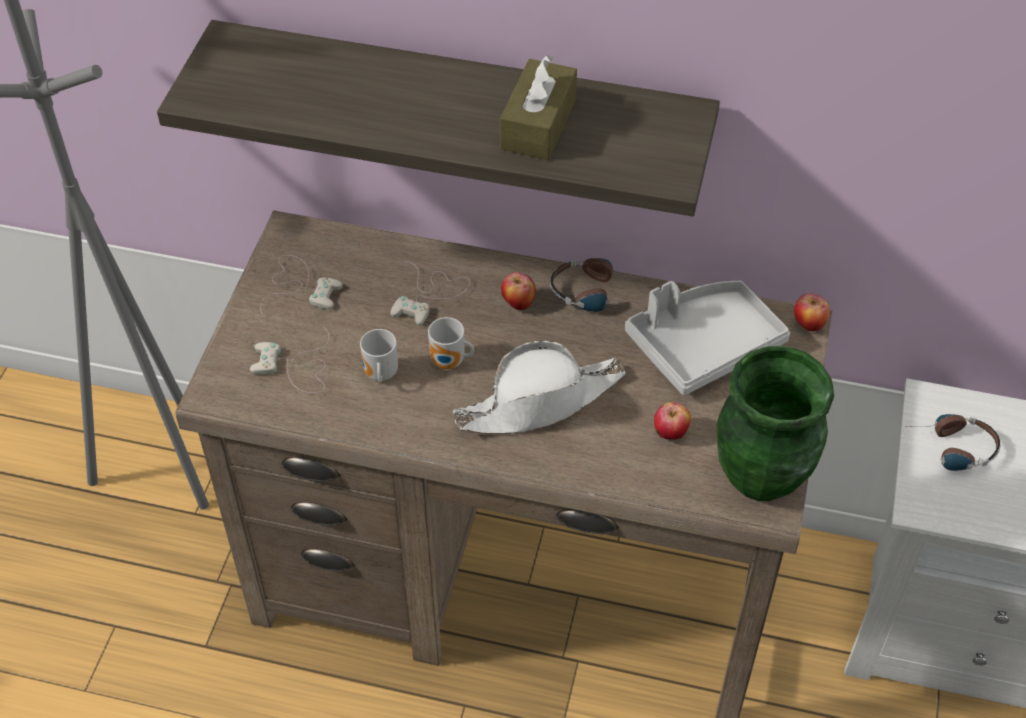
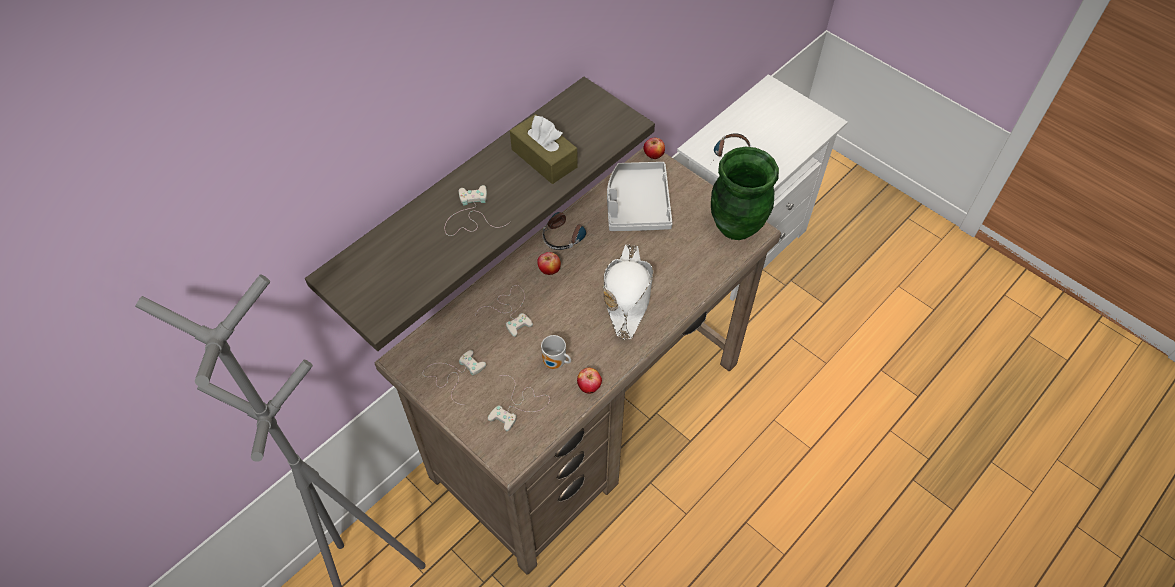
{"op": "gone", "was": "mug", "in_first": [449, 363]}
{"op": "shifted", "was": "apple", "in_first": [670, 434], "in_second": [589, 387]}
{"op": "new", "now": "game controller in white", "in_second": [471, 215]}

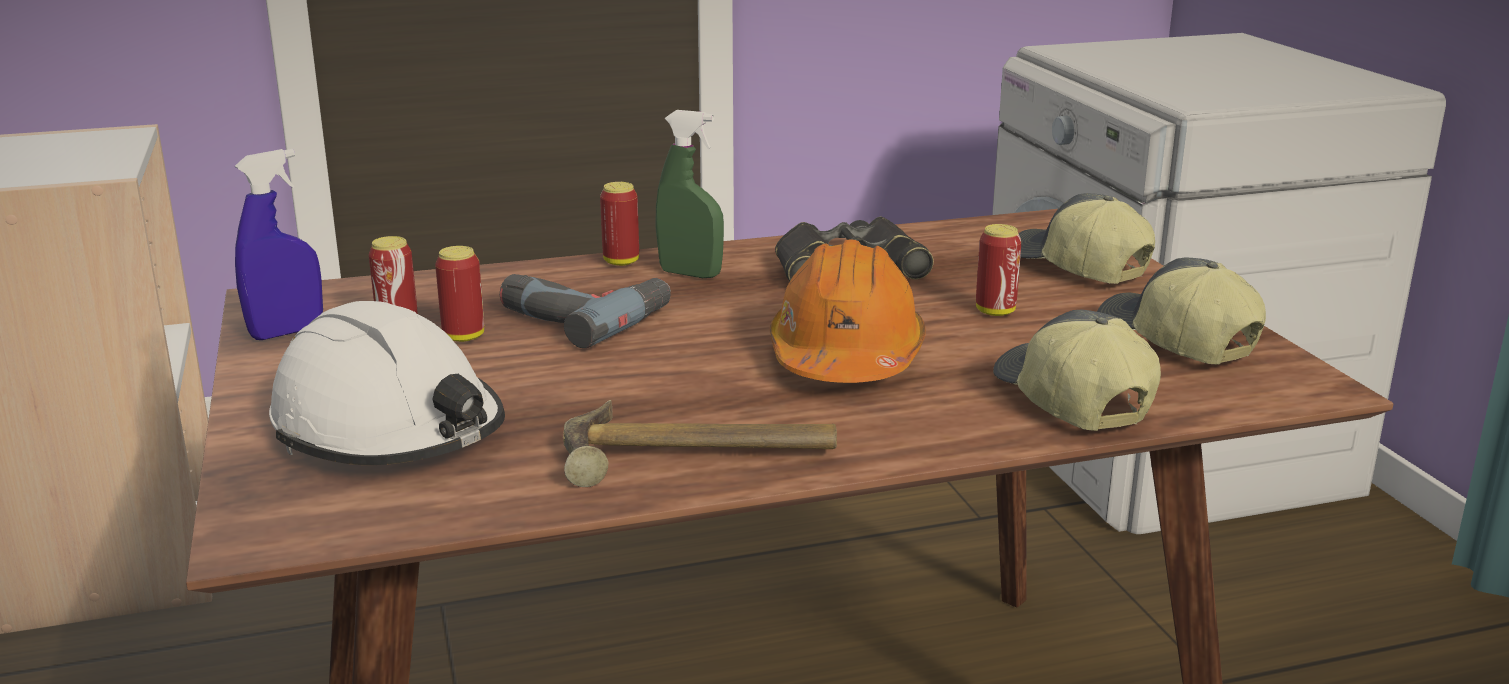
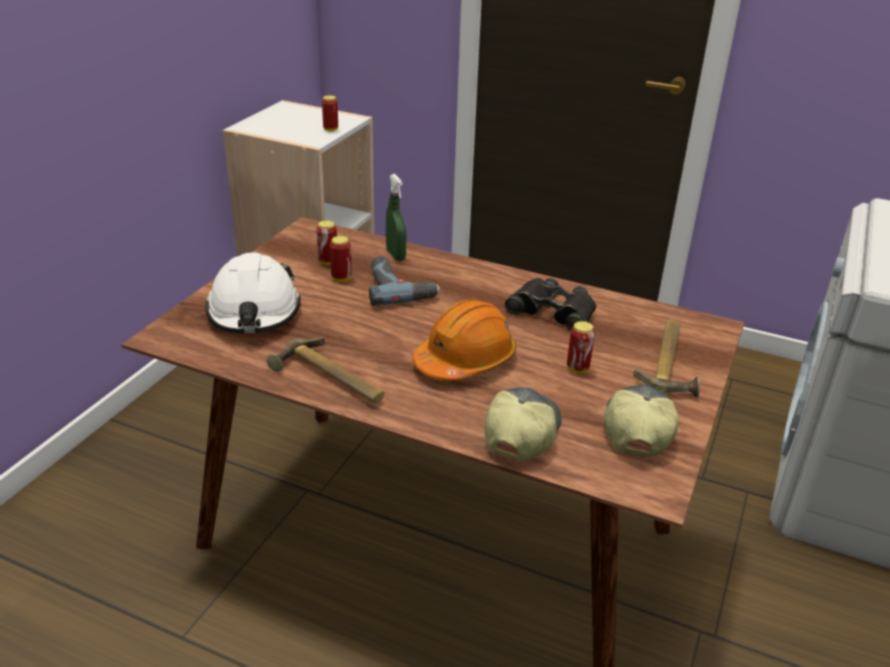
{"op": "gone", "was": "spray bottle in blue", "in_first": [287, 332]}
{"op": "shifted", "was": "can", "in_first": [621, 262], "in_second": [330, 129]}
{"op": "shifted", "was": "spray bottle in green", "in_first": [690, 274], "in_second": [395, 255]}
{"op": "swapped", "was": "cap", "now": "hammer", "in_first": [1077, 267], "in_second": [671, 362]}

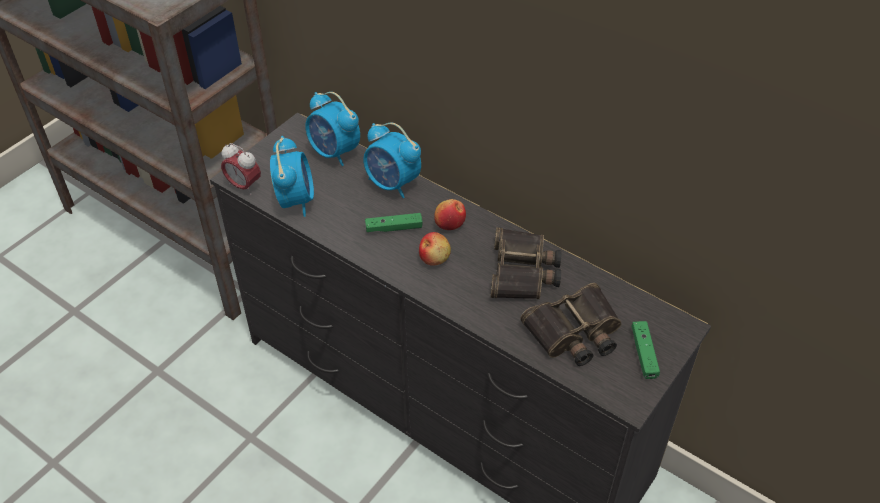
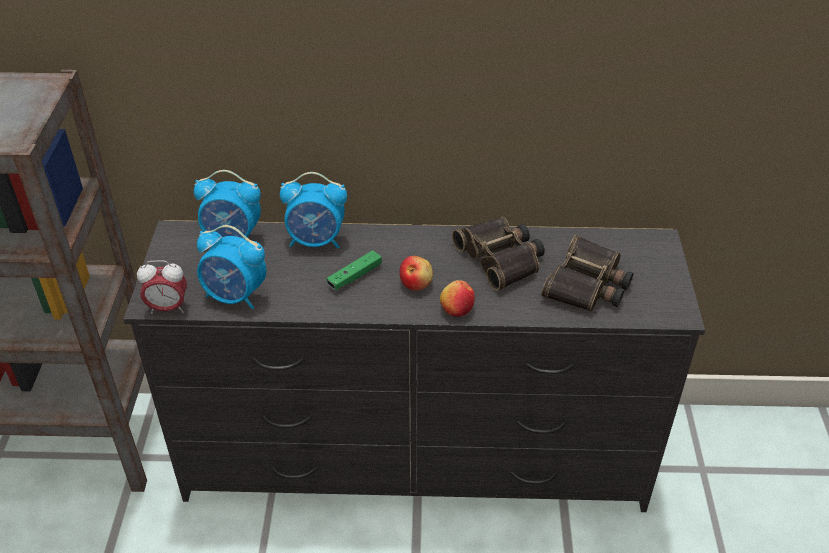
{"op": "rotated", "was": "alarm clock", "in_first": [295, 200], "in_second": [235, 296], "clockwise": 150}
{"op": "shifted", "was": "apple", "in_first": [449, 223], "in_second": [456, 309]}
{"op": "gone", "was": "game controller in green", "in_first": [644, 354]}

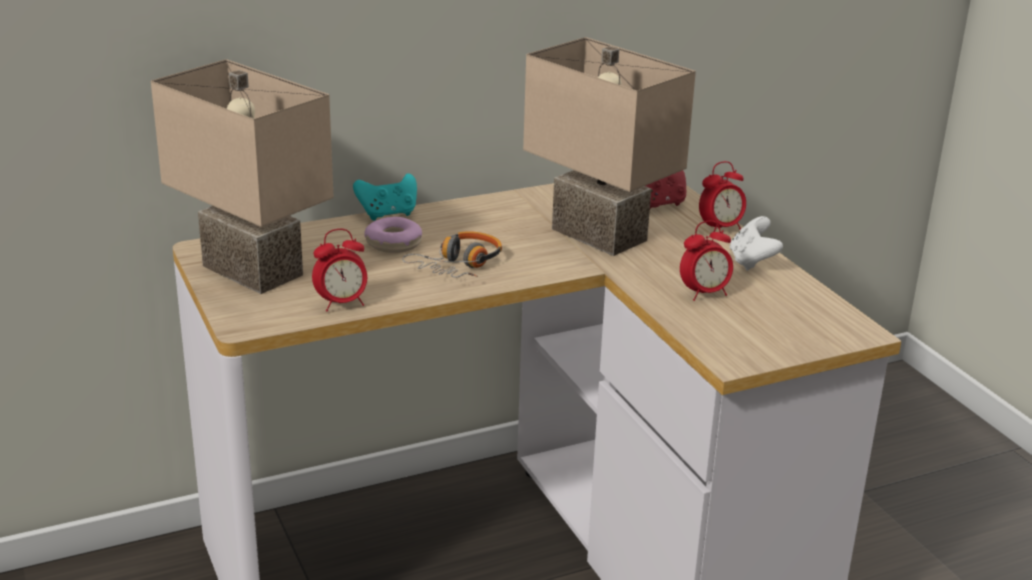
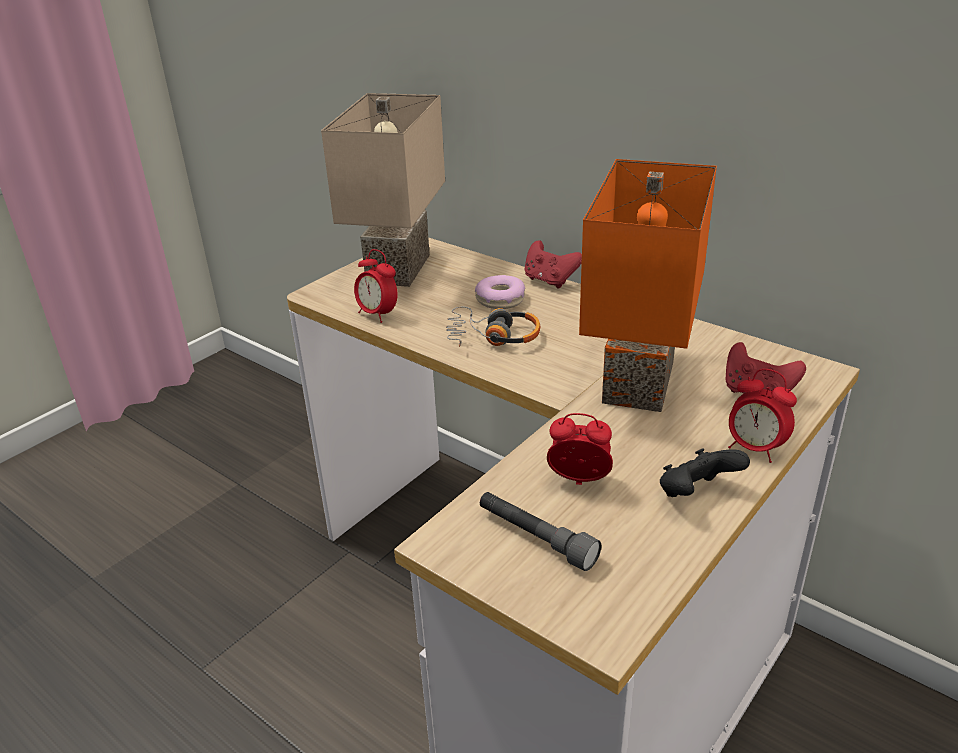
{"op": "repainted", "was": "game controller in turquoise", "now": "game controller in red", "in_first": [388, 214], "in_second": [550, 281]}
{"op": "repainted", "was": "table lamp in beige", "now": "table lamp in orange", "in_first": [603, 234], "in_second": [643, 384]}
{"op": "rotated", "was": "alarm clock", "in_first": [704, 293], "in_second": [579, 482], "clockwise": 150}
{"op": "repainted", "was": "game controller in white", "now": "game controller in black", "in_first": [752, 262], "in_second": [696, 494]}
{"op": "new", "now": "flashlight in grey", "in_second": [535, 538]}

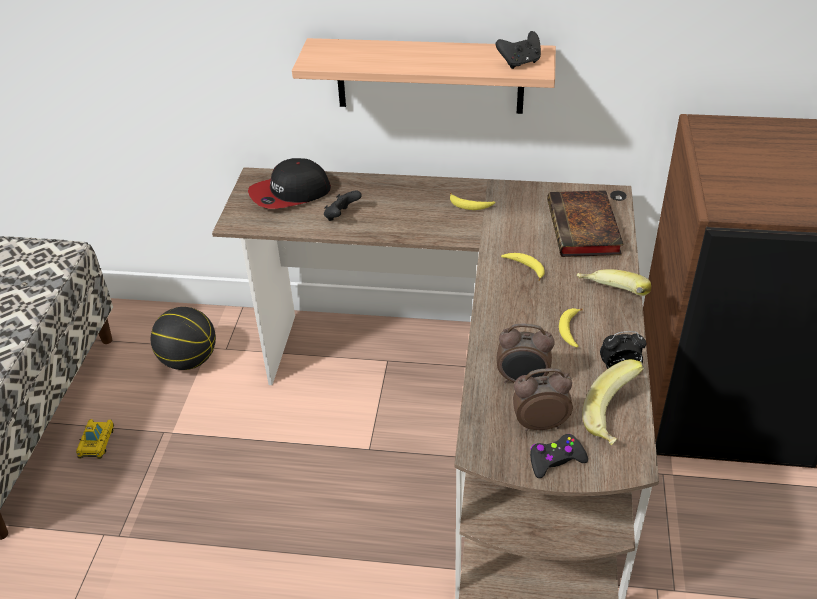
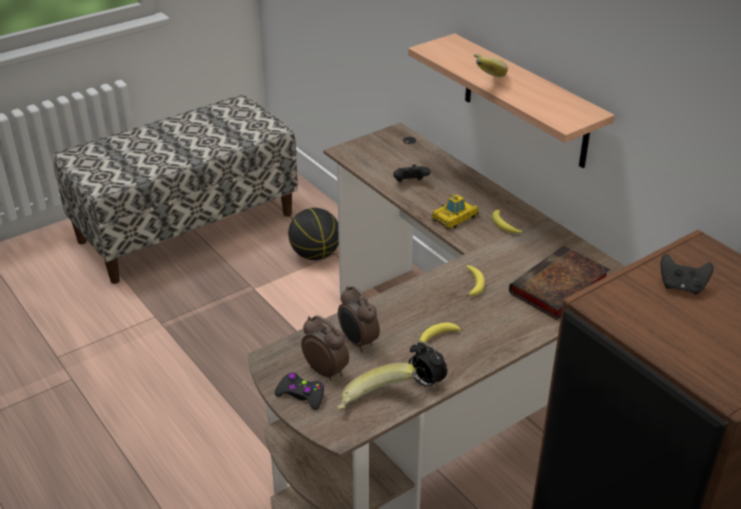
{"op": "shifted", "was": "toy car", "in_first": [97, 442], "in_second": [455, 218]}
{"op": "gone", "was": "cap", "in_first": [290, 193]}
{"op": "shifted", "was": "game controller in black", "in_first": [520, 63], "in_second": [681, 287]}
{"op": "shifted", "was": "banana", "in_first": [610, 297], "in_second": [482, 77]}

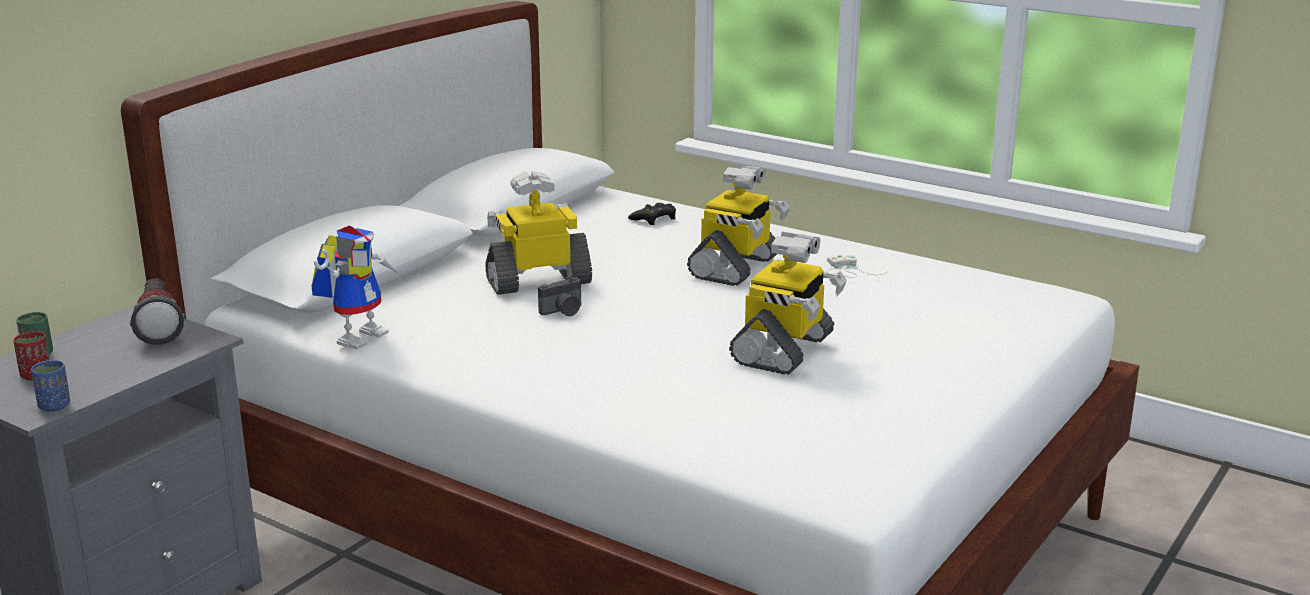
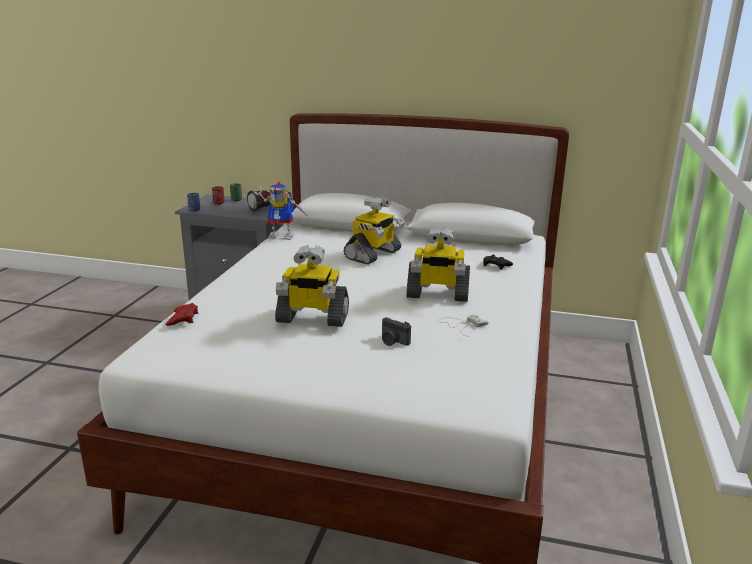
{"op": "rotated", "was": "toy robot", "in_first": [538, 281], "in_second": [373, 255], "clockwise": 75}
{"op": "shifted", "was": "photo camera", "in_first": [563, 311], "in_second": [393, 341]}
{"op": "new", "now": "game controller in red", "in_second": [183, 318]}

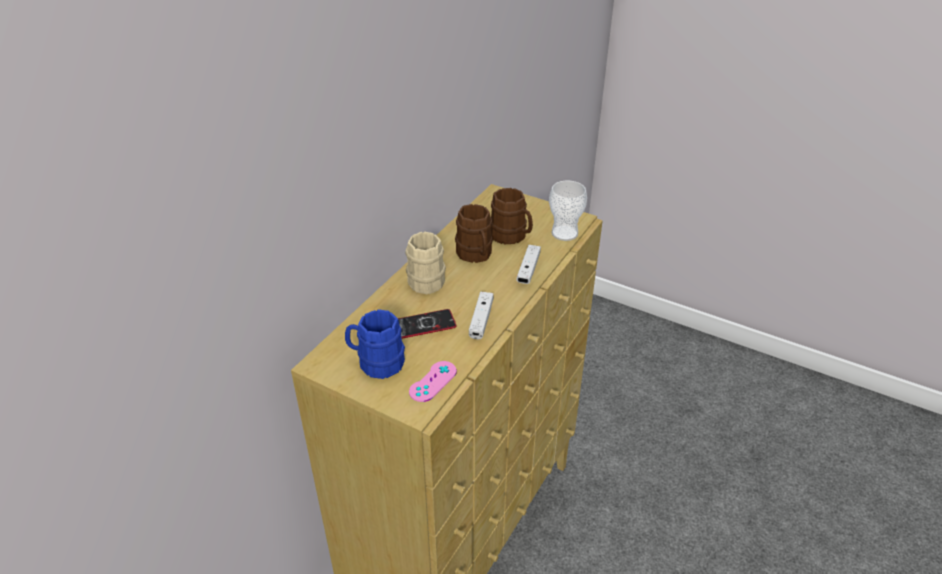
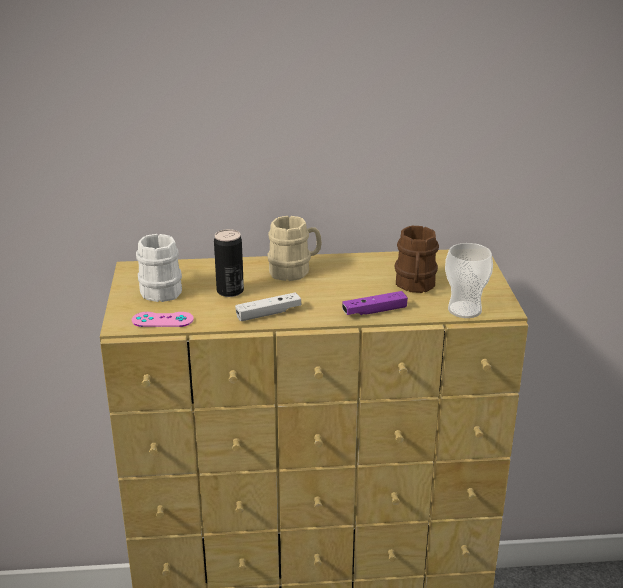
{"op": "repainted", "was": "mug in blue", "now": "mug in white", "in_first": [376, 363], "in_second": [159, 289]}
{"op": "swapped", "was": "phone", "now": "can", "in_first": [424, 325], "in_second": [230, 291]}
{"op": "gone", "was": "mug in brown", "in_first": [475, 255]}
{"op": "repainted", "was": "game controller in white", "now": "game controller in purple", "in_first": [528, 270], "in_second": [374, 311]}

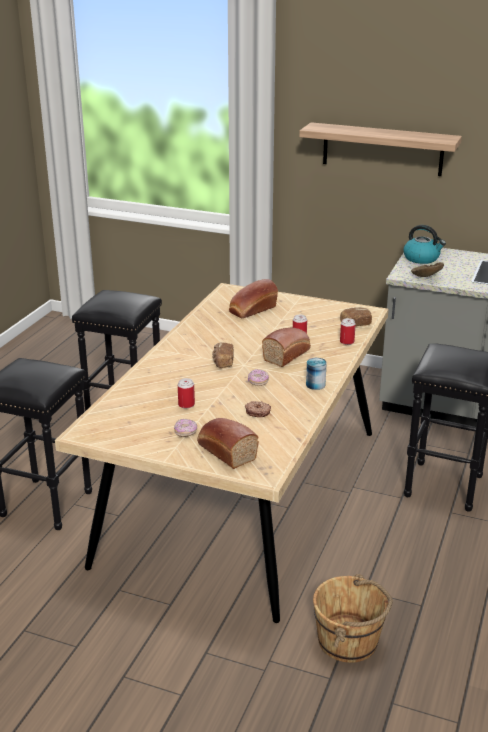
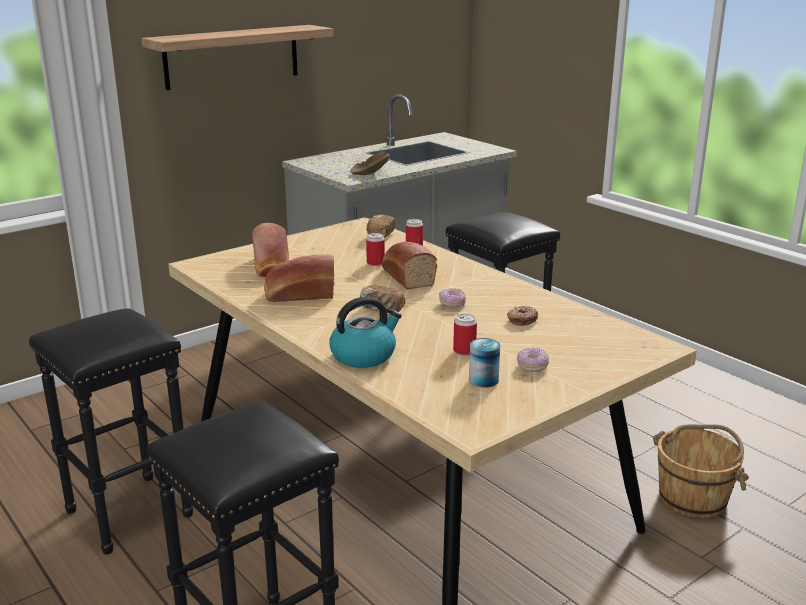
{"op": "shifted", "was": "bread", "in_first": [225, 451], "in_second": [299, 295]}
{"op": "shifted", "was": "can", "in_first": [315, 385], "in_second": [483, 380]}
{"op": "shifted", "was": "kettle", "in_first": [422, 258], "in_second": [364, 355]}

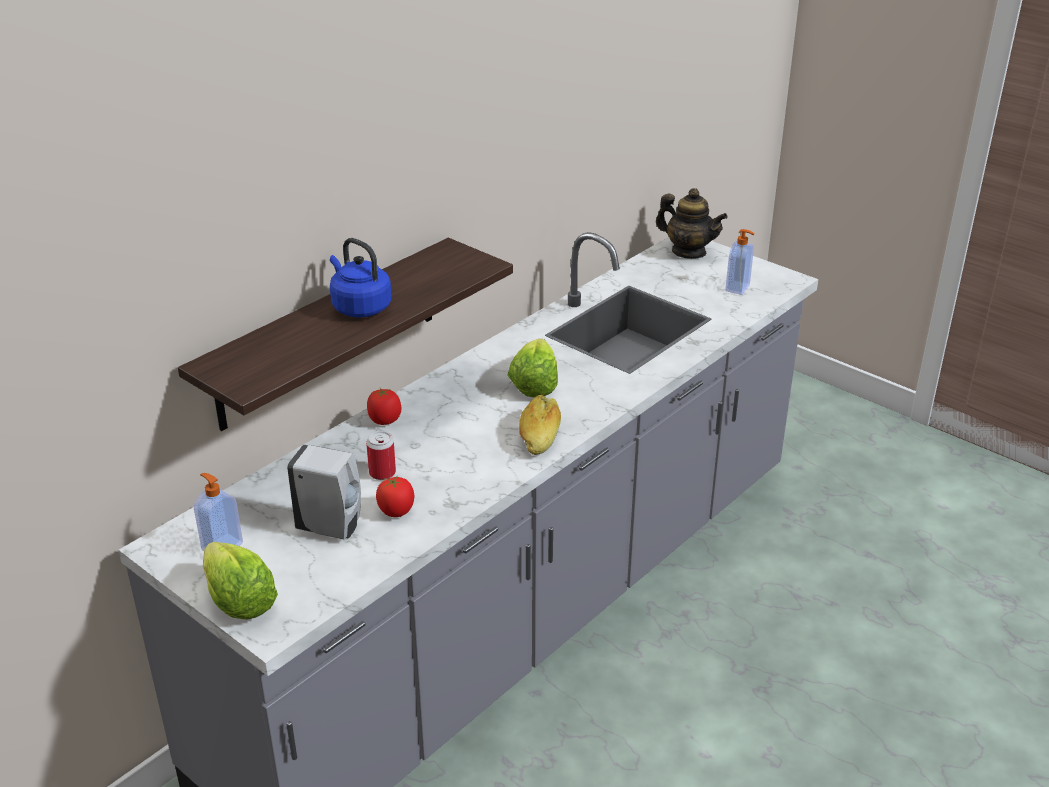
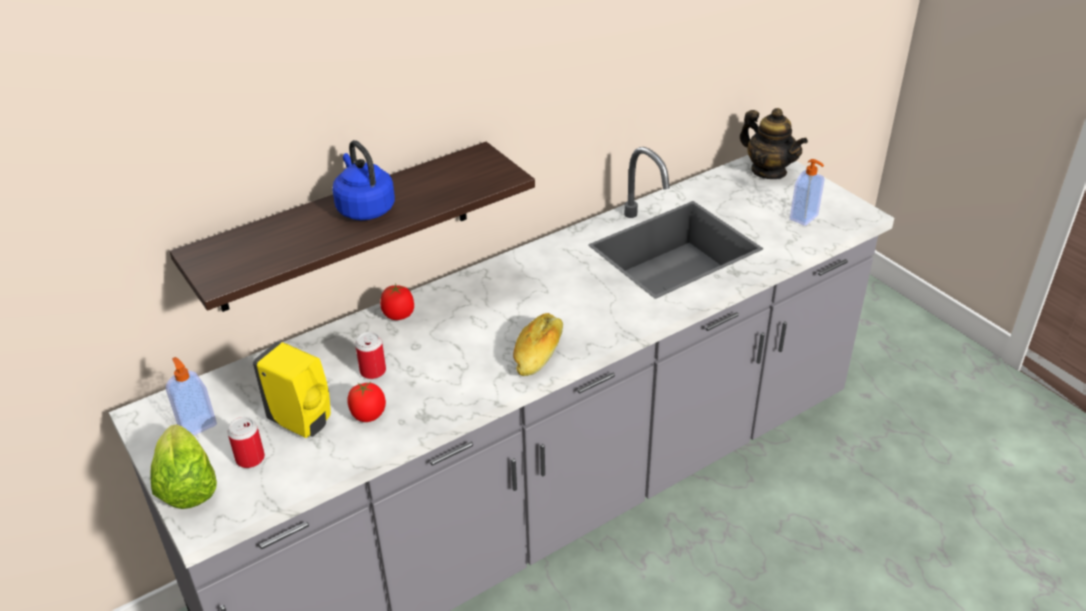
{"op": "repainted", "was": "soap dispenser in white", "now": "soap dispenser in yellow", "in_first": [332, 527], "in_second": [302, 422]}
{"op": "gone", "was": "lettuce", "in_first": [534, 384]}
{"op": "new", "now": "can", "in_second": [250, 458]}

